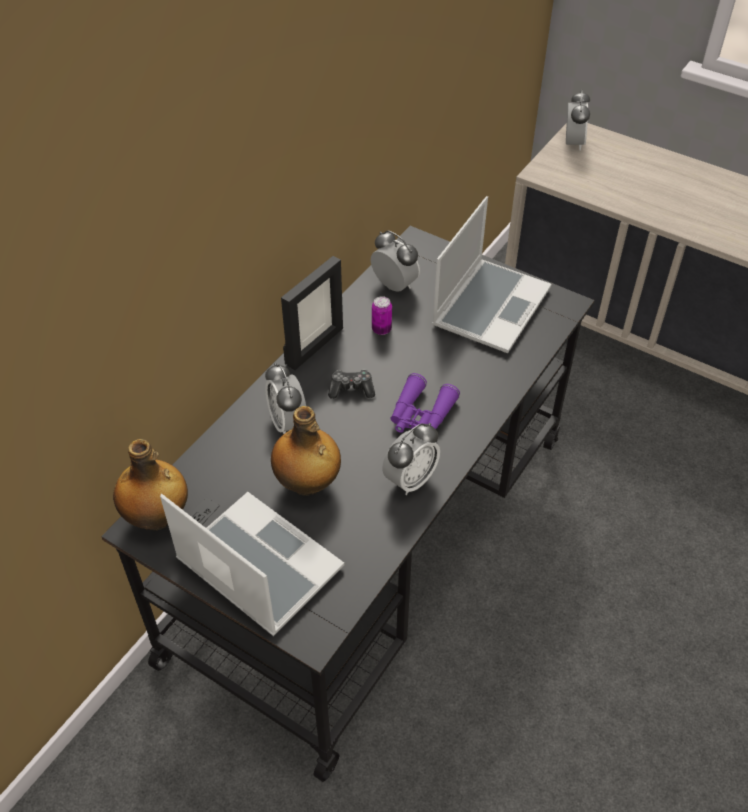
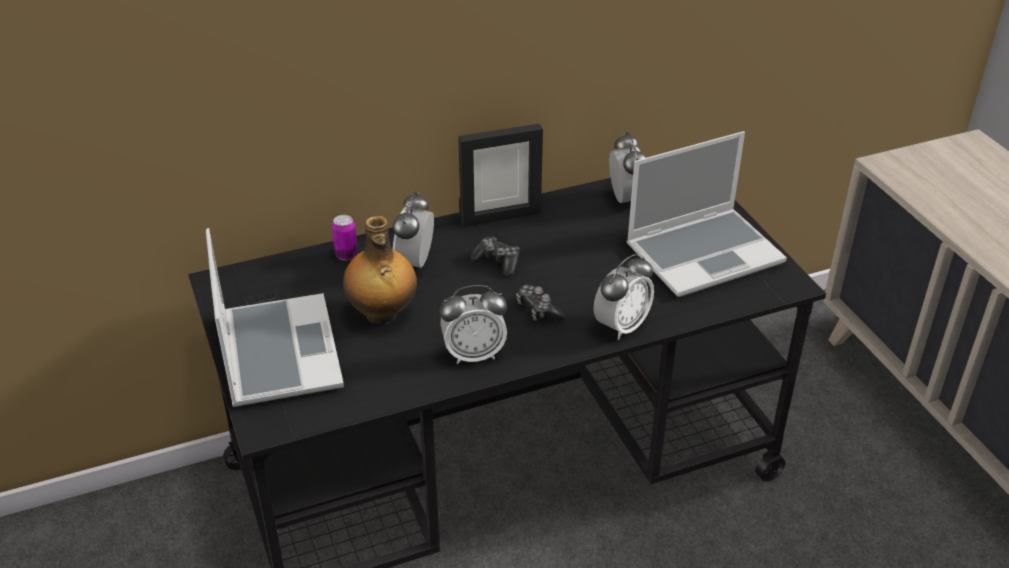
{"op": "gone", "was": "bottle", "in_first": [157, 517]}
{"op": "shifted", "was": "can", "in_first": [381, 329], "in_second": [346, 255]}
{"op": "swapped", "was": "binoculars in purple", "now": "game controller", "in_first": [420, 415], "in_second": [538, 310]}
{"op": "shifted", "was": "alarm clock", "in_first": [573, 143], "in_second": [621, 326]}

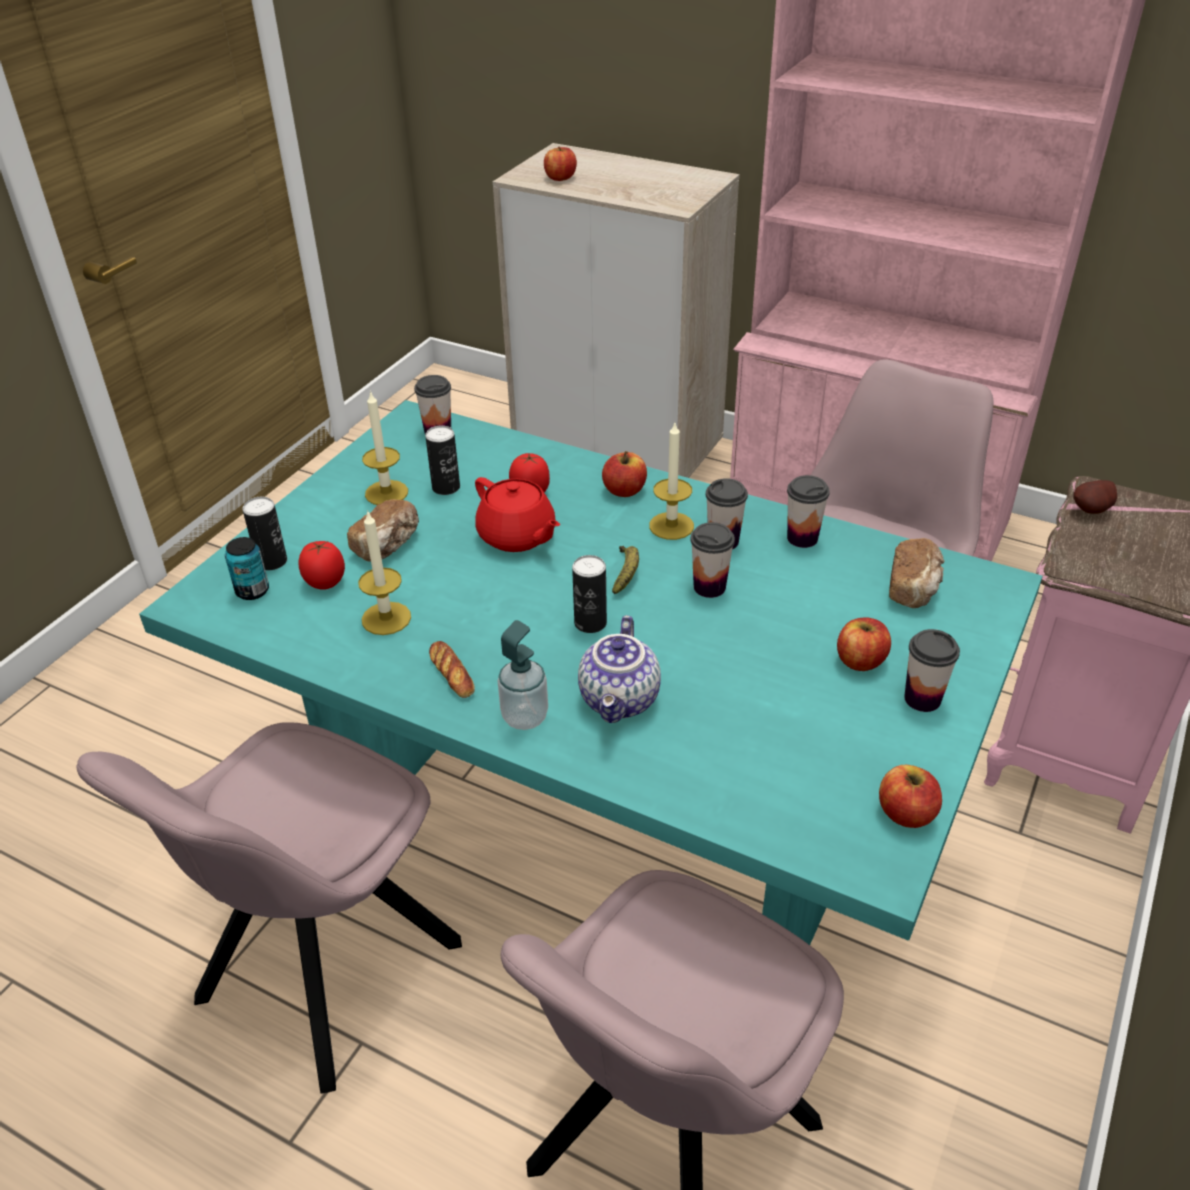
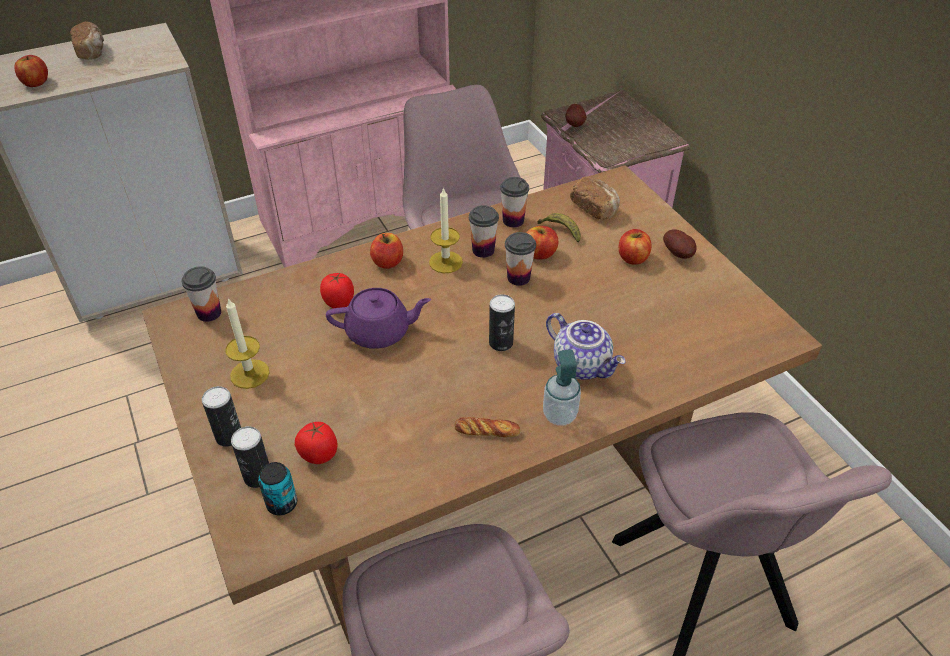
{"op": "repainted", "was": "dining table in turquoise", "now": "dining table in brown", "in_first": [603, 833], "in_second": [475, 488]}
{"op": "shifted", "was": "bread", "in_first": [388, 545], "in_second": [92, 51]}
{"op": "gone", "was": "candle", "in_first": [386, 618]}
{"op": "shifted", "was": "can", "in_first": [446, 487], "in_second": [229, 436]}
{"op": "repainted", "was": "teapot in red", "now": "teapot in purple", "in_first": [517, 536], "in_second": [379, 332]}
{"op": "shifted", "was": "banana", "in_first": [626, 574], "in_second": [561, 231]}
{"op": "shifted", "was": "apple", "in_first": [906, 813], "in_second": [539, 254]}
{"op": "swapped", "was": "cup", "now": "potato", "in_first": [922, 699], "in_second": [679, 254]}

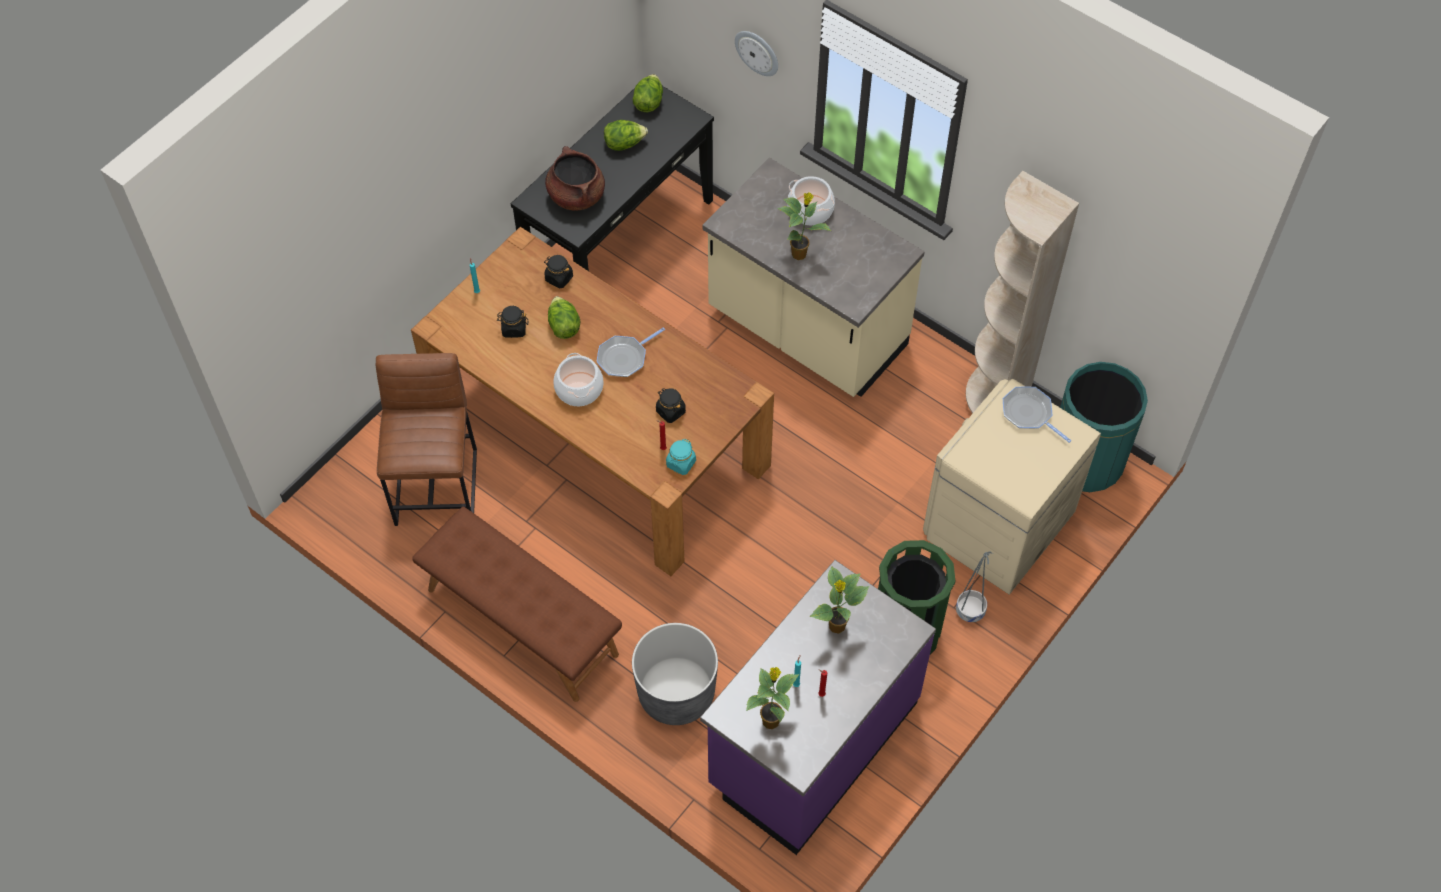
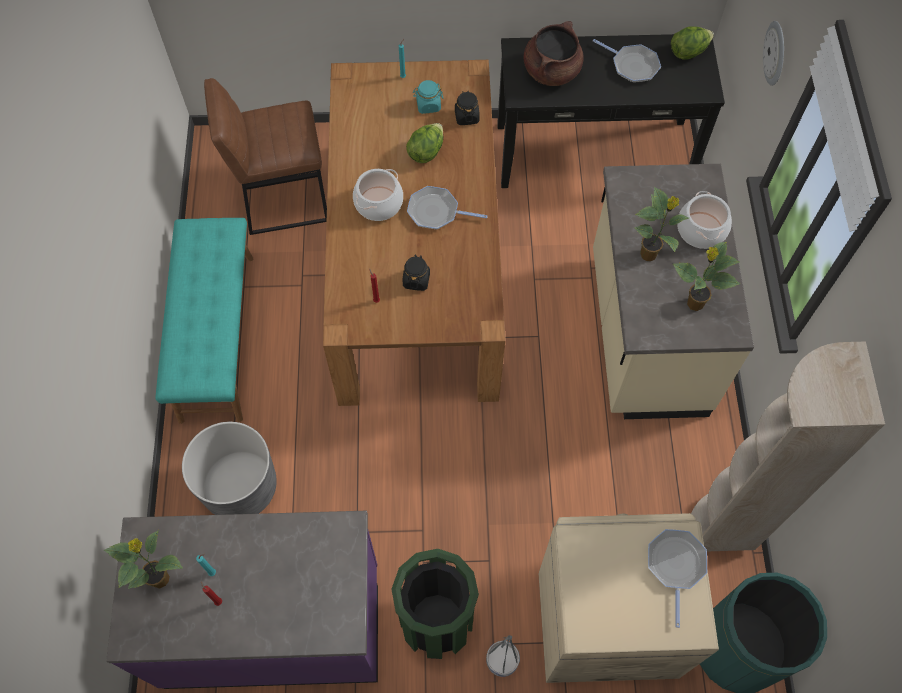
{"op": "rotated", "was": "chair in brown", "in_first": [436, 485], "in_second": [283, 199], "clockwise": -150}
{"op": "repainted", "was": "bench in brown", "now": "bench in turquoise", "in_first": [521, 622], "in_second": [216, 336]}
{"op": "gone", "was": "jar in black", "in_first": [514, 329]}
{"op": "swapped", "was": "lettuce", "now": "frying pan", "in_first": [624, 144], "in_second": [632, 65]}
{"op": "shifted", "was": "jar in turquoise", "in_first": [681, 463], "in_second": [428, 105]}
{"op": "shifted", "was": "potted plant", "in_first": [836, 627], "in_second": [694, 304]}

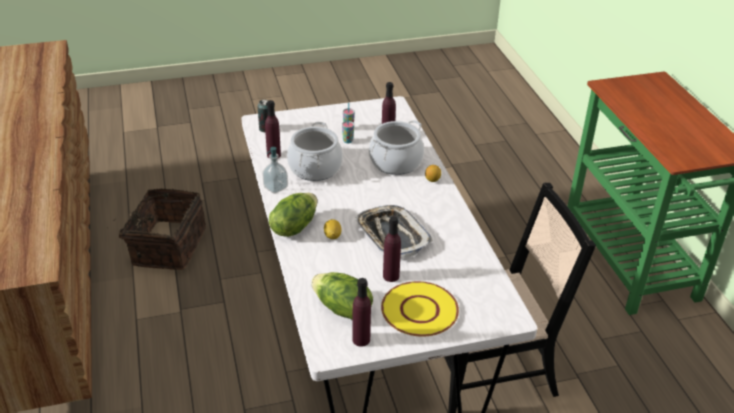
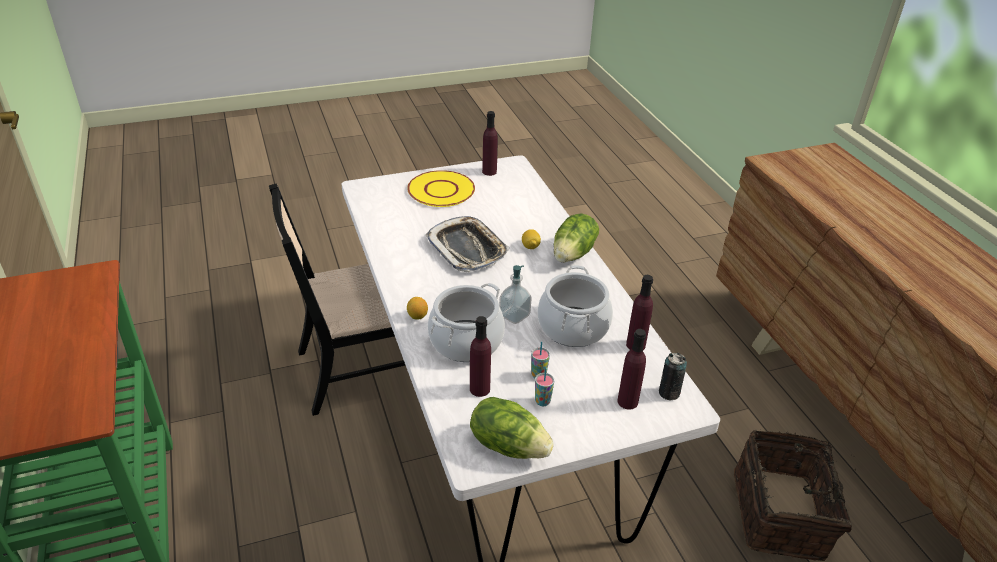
{"op": "shifted", "was": "soap dispenser", "in_first": [275, 187], "in_second": [514, 315]}
{"op": "shifted", "was": "lettuce", "in_first": [342, 309], "in_second": [508, 445]}
{"op": "shifted", "was": "bottle in purple", "in_first": [391, 276], "in_second": [627, 401]}

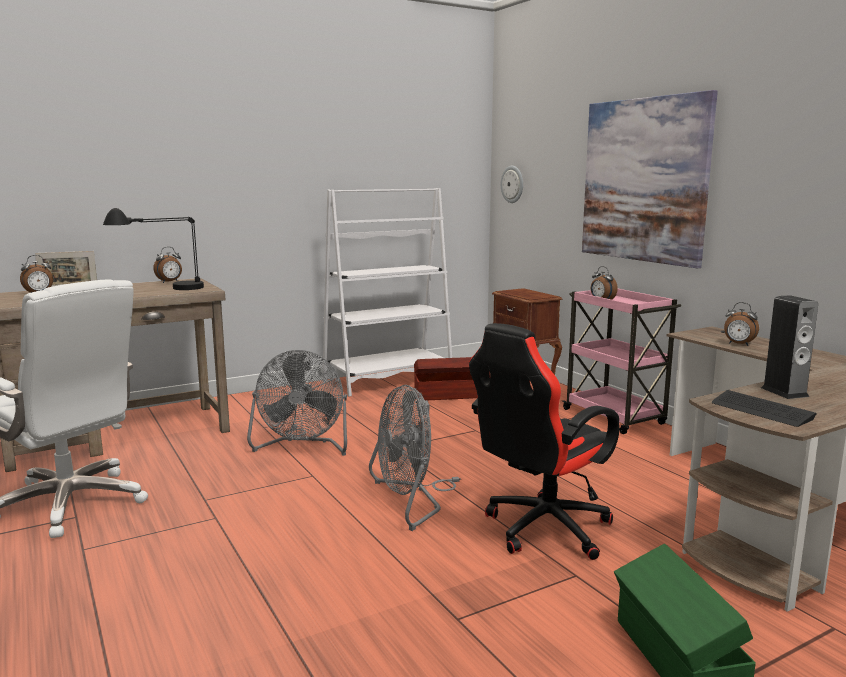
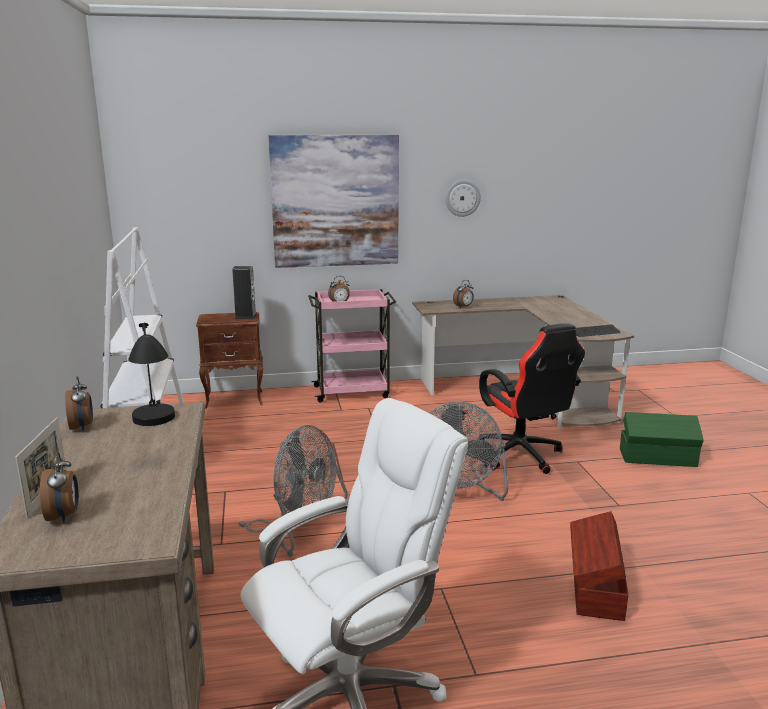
{"op": "shifted", "was": "storage box in brown", "in_first": [446, 394], "in_second": [595, 587]}
{"op": "shifted", "was": "wall clock", "in_first": [512, 184], "in_second": [462, 198]}
{"op": "shifted", "was": "speaker", "in_first": [784, 392], "in_second": [245, 317]}

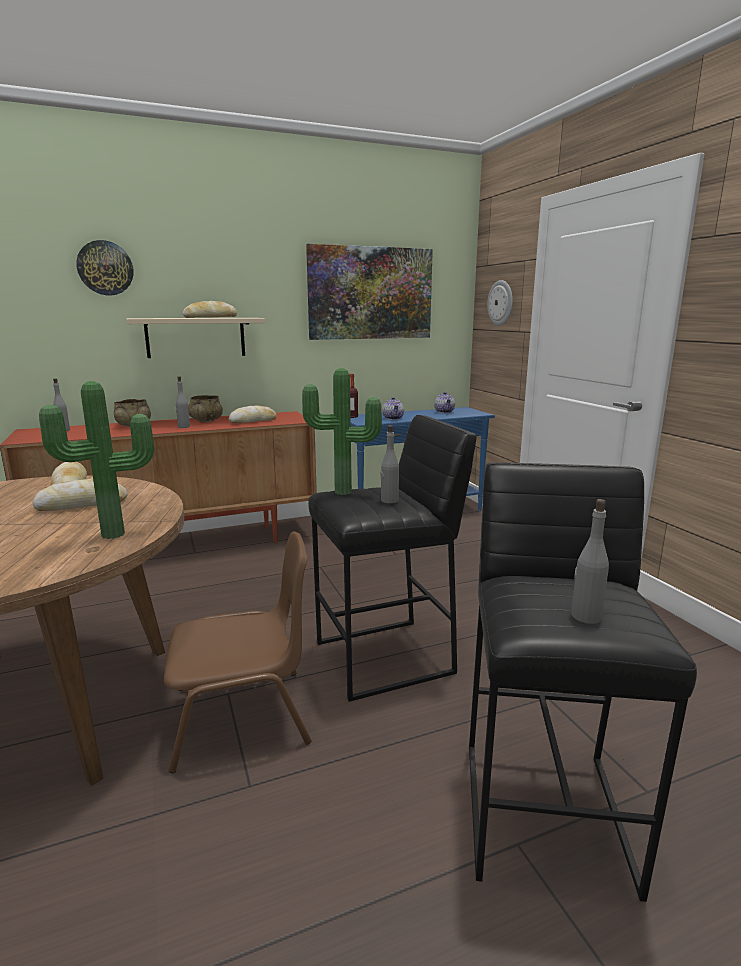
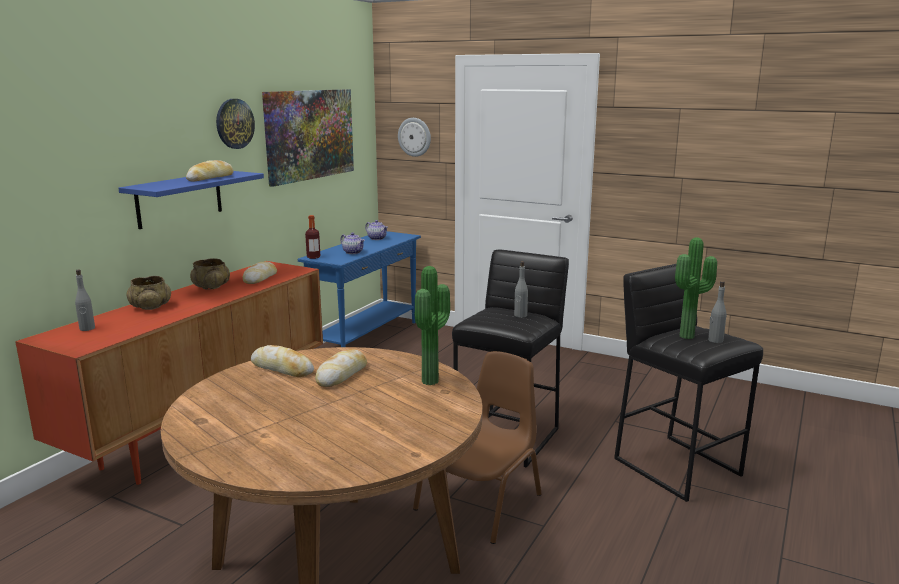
{"op": "shifted", "was": "wall clock", "in_first": [105, 268], "in_second": [234, 123]}
{"op": "repainted", "was": "shelf in beige", "now": "shelf in blue", "in_first": [196, 337], "in_second": [179, 199]}
{"op": "gone", "was": "bottle in grey", "in_first": [183, 427]}
{"op": "shifted", "was": "potted plant", "in_first": [343, 493], "in_second": [689, 337]}

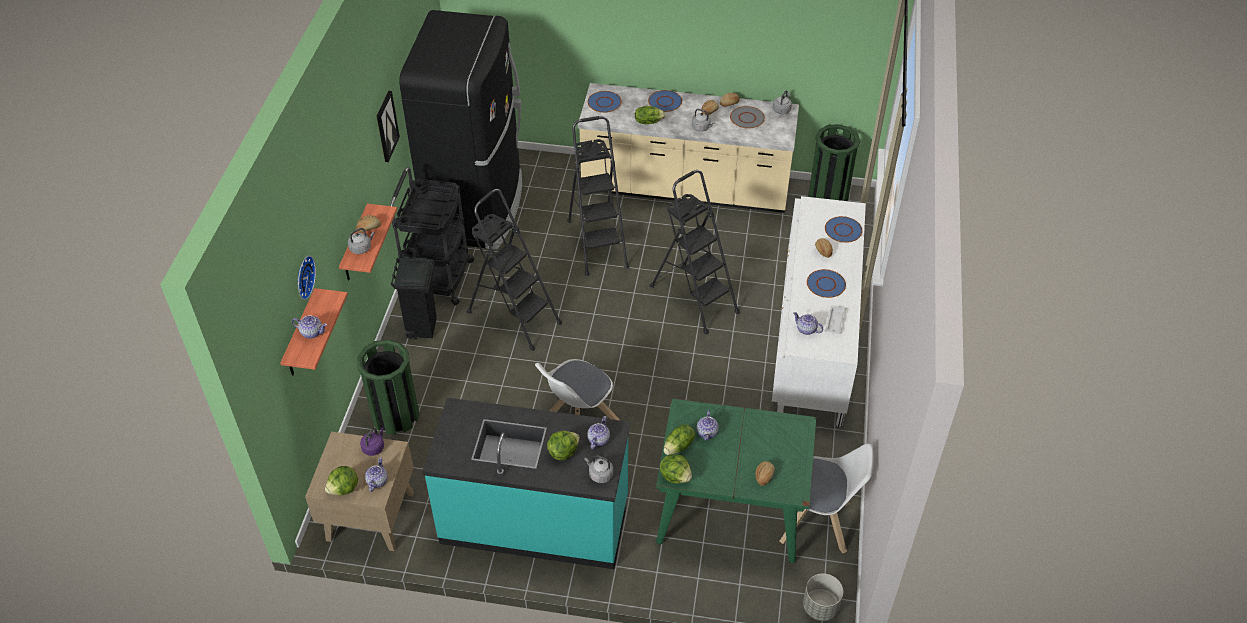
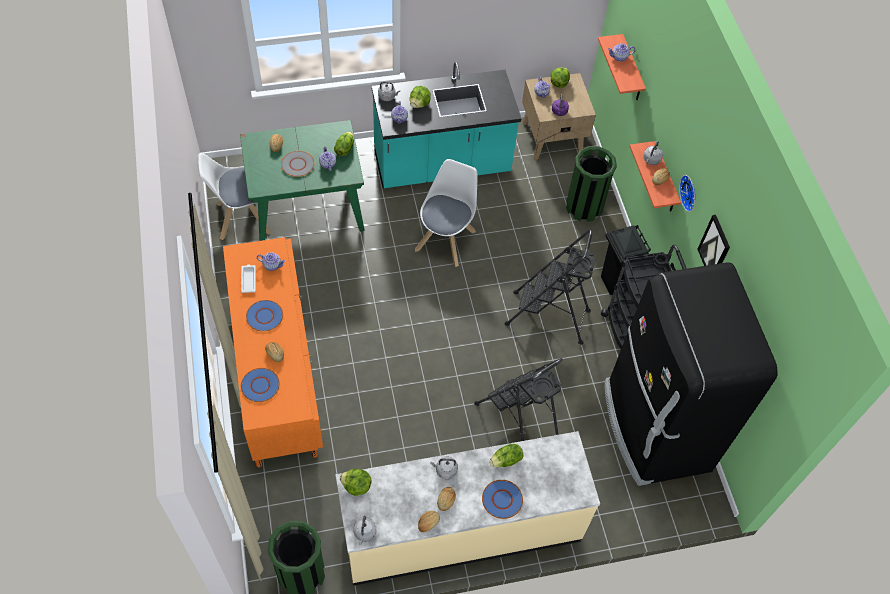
{"op": "shifted", "was": "wall clock", "in_first": [303, 277], "in_second": [690, 192]}
{"op": "gone", "was": "plate in blue", "in_first": [604, 103]}
{"op": "gone", "was": "step ladder", "in_first": [693, 298]}
{"op": "shifted", "was": "lettuce", "in_first": [675, 476], "in_second": [356, 486]}
{"op": "shifted", "was": "plate in grey", "in_first": [747, 118], "in_second": [297, 164]}
{"op": "repainted", "was": "cabinet in white", "now": "cabinet in orange", "in_first": [812, 342], "in_second": [278, 373]}
{"op": "gone", "was": "planter in grey", "in_first": [820, 607]}

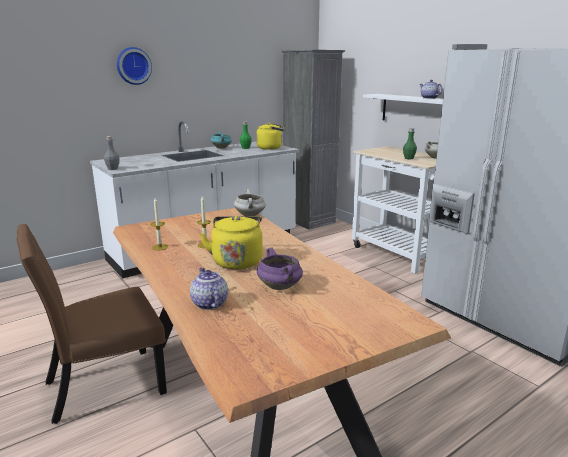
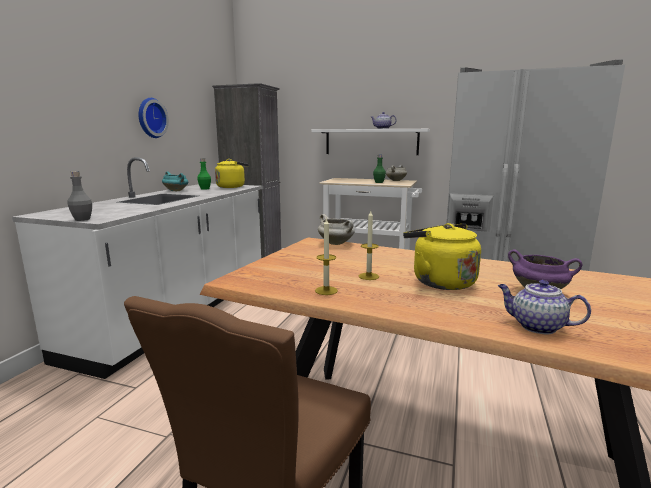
{"op": "shifted", "was": "wall clock", "in_first": [133, 66], "in_second": [150, 118]}

